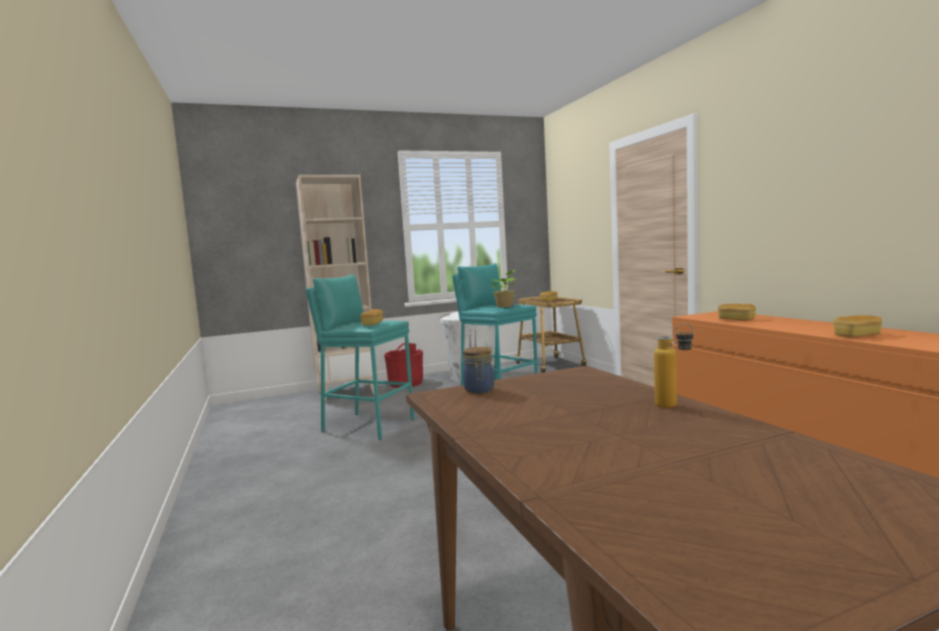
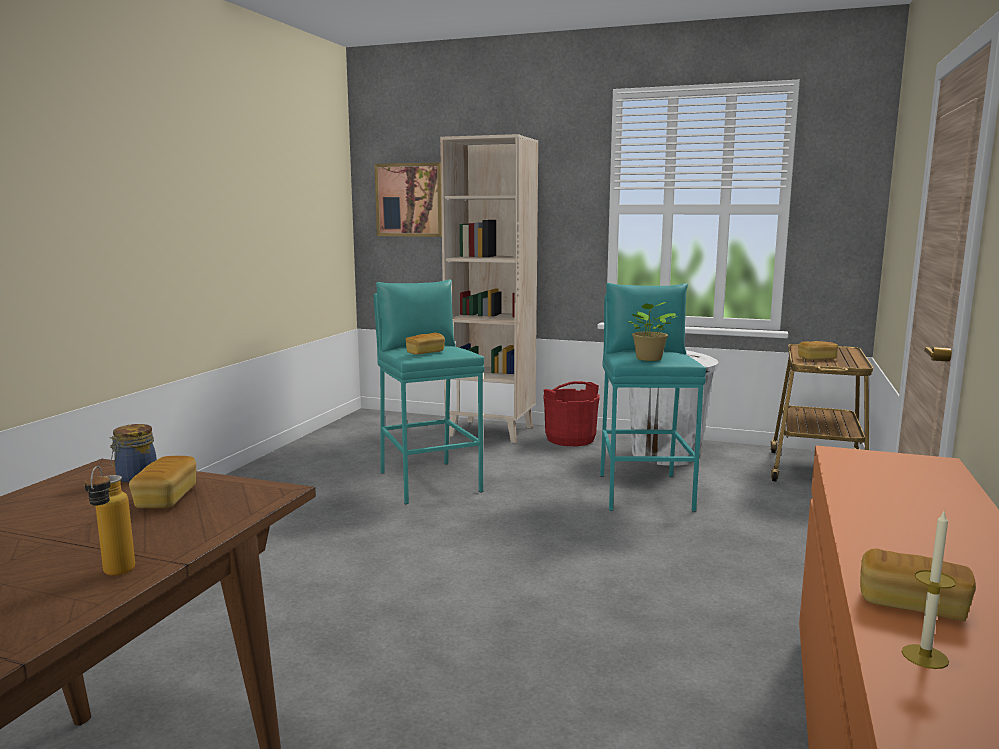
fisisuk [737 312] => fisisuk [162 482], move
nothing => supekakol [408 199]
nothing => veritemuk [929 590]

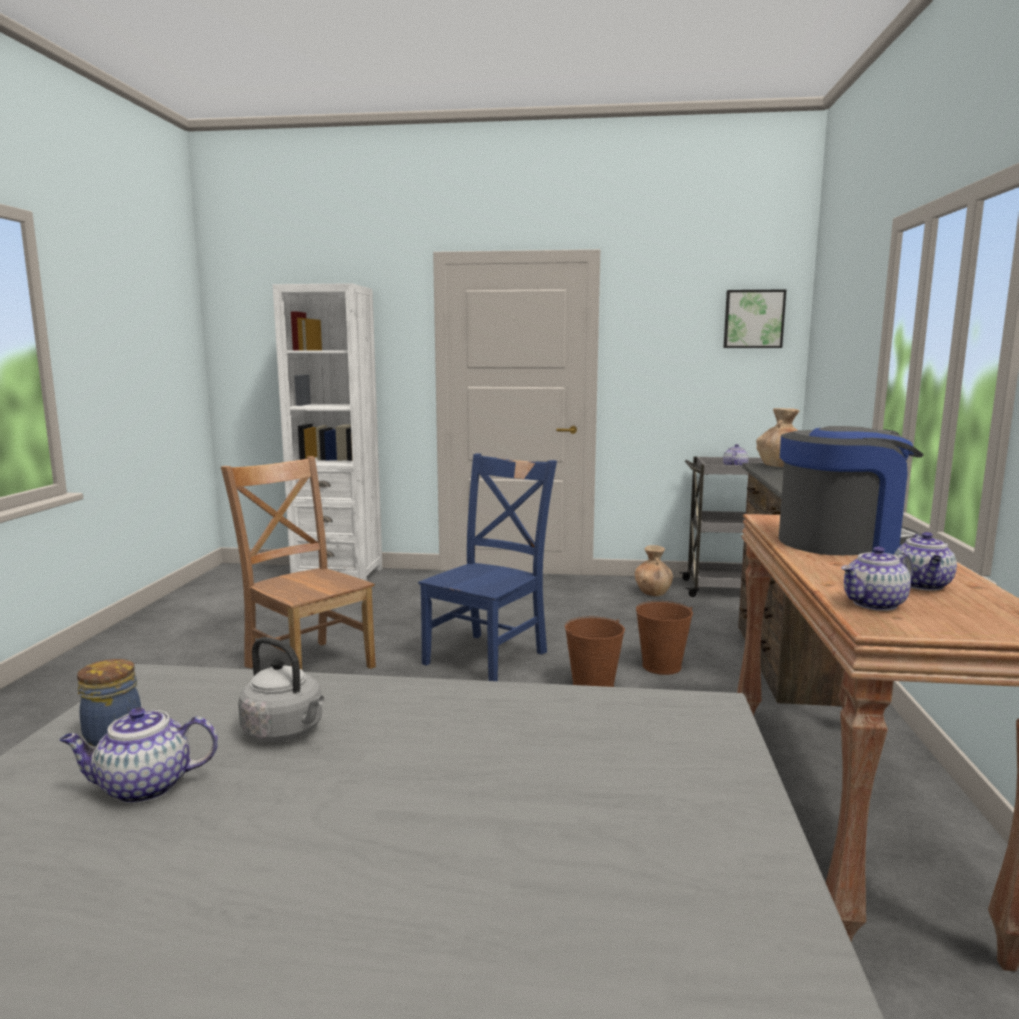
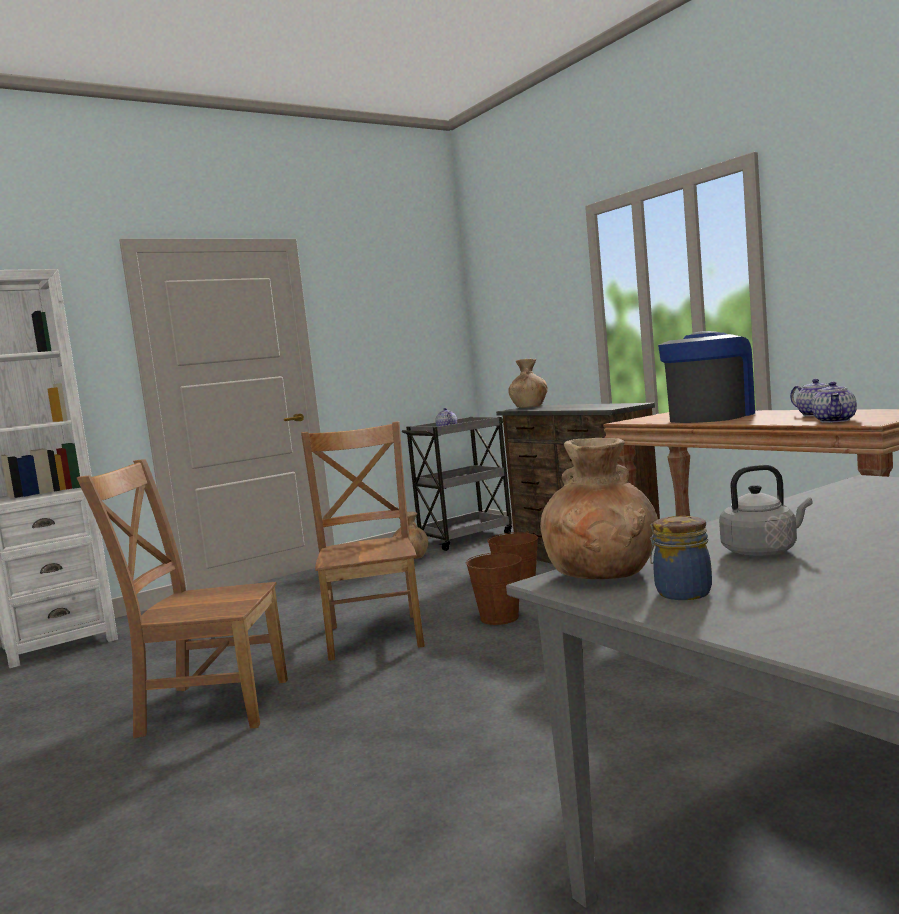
supekakol [755 318] => nothing
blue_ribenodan [487 567] => brown_ribenodan [363 541]
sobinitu [138 755] => nothing
nothing => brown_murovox [599 508]

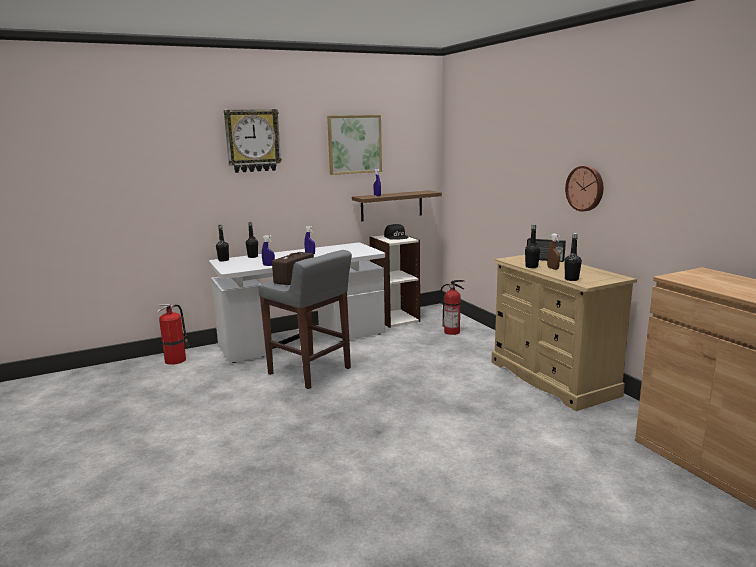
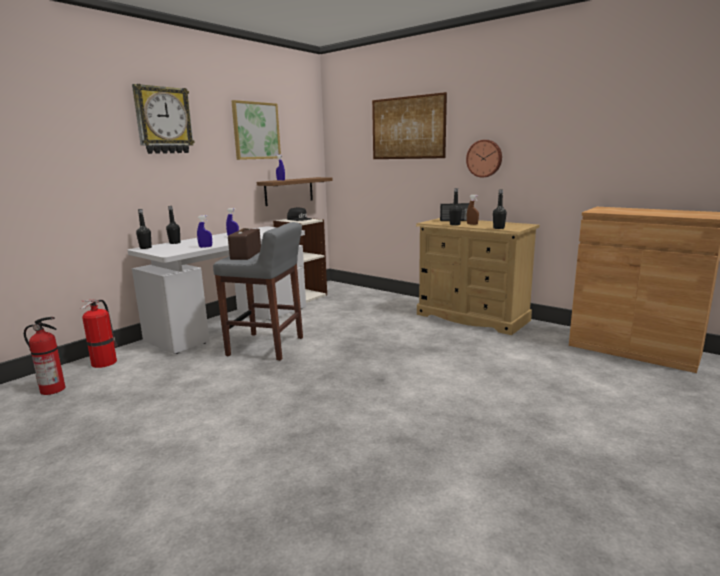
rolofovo [453 307] => rolofovo [44 356], move
nothing => supekakol [409 125]

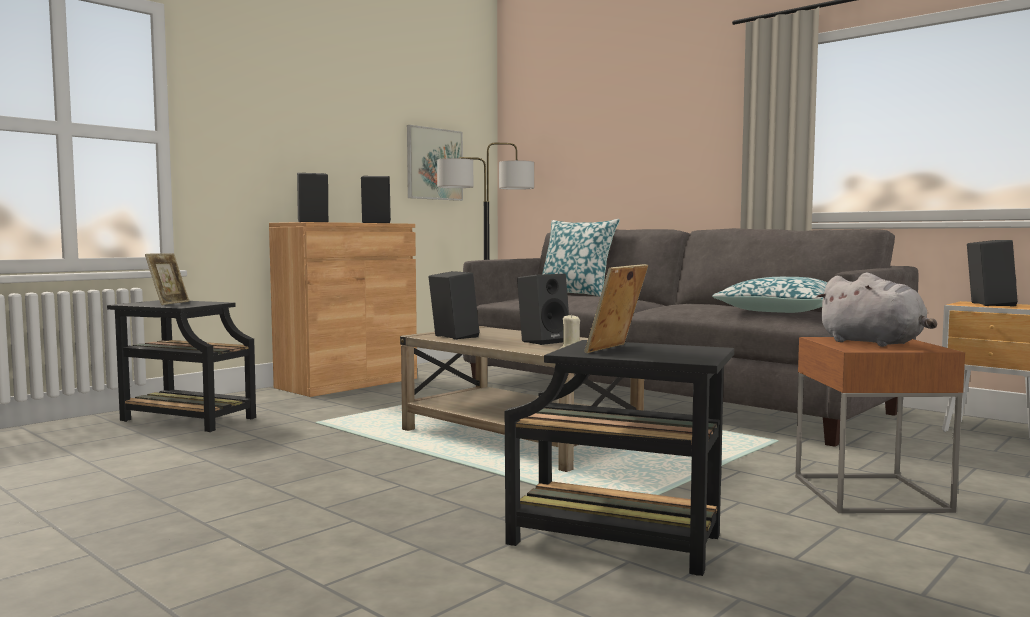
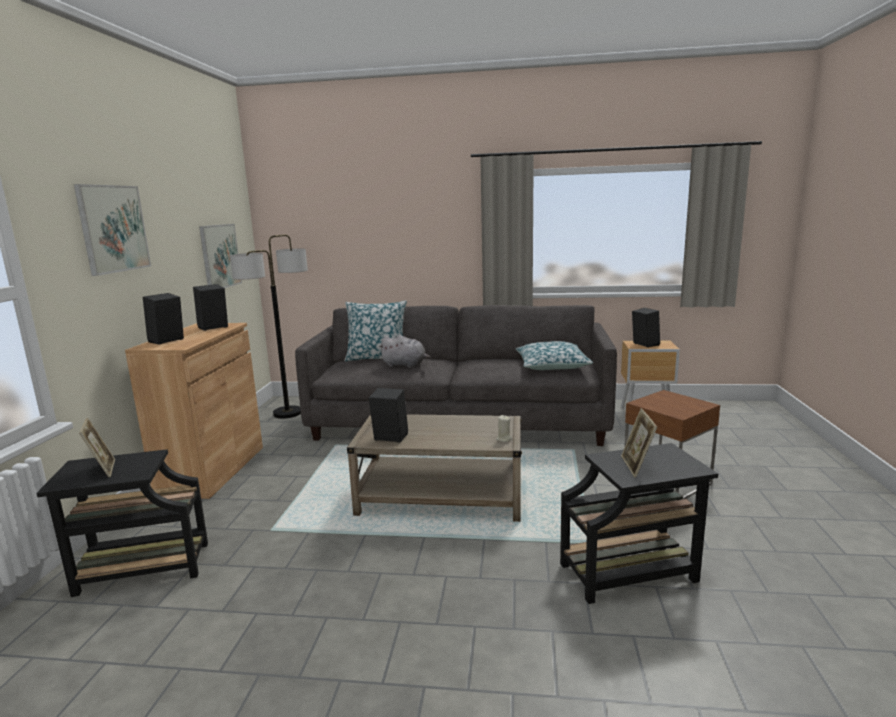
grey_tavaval [876 310] => grey_tavaval [404 351], move
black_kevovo [543 309] => nothing
nothing => supekakol [112 230]

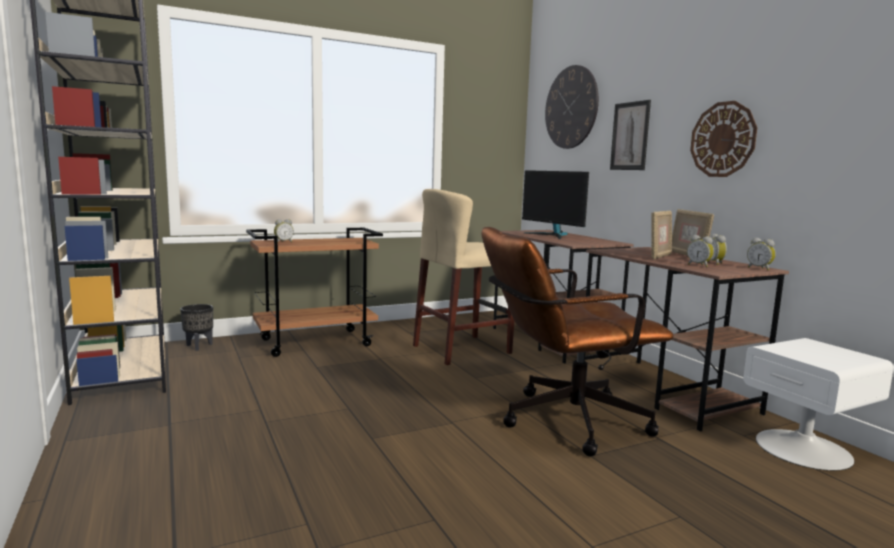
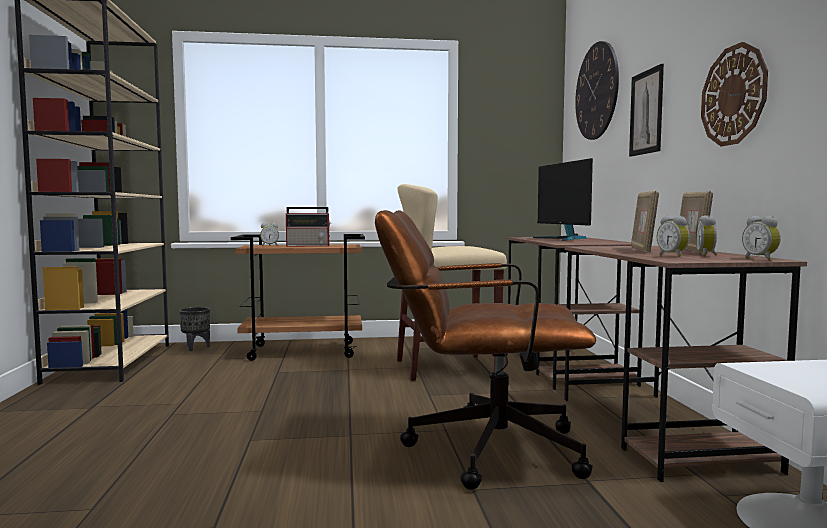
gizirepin [661 235] => gizirepin [645 221], 135 degrees clockwise
nothing => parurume [308 226]

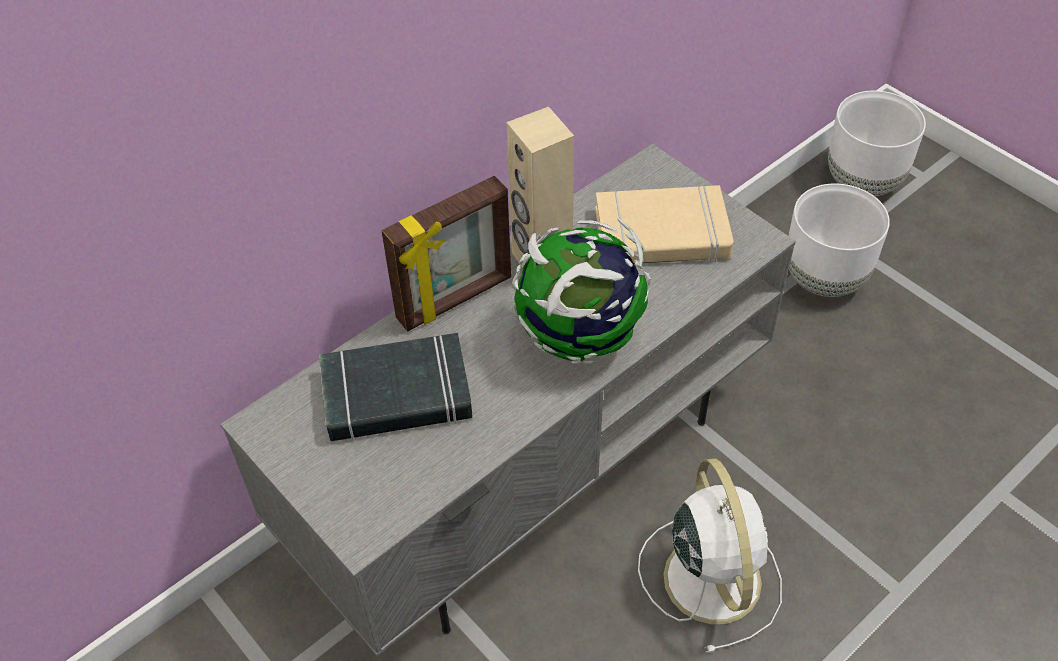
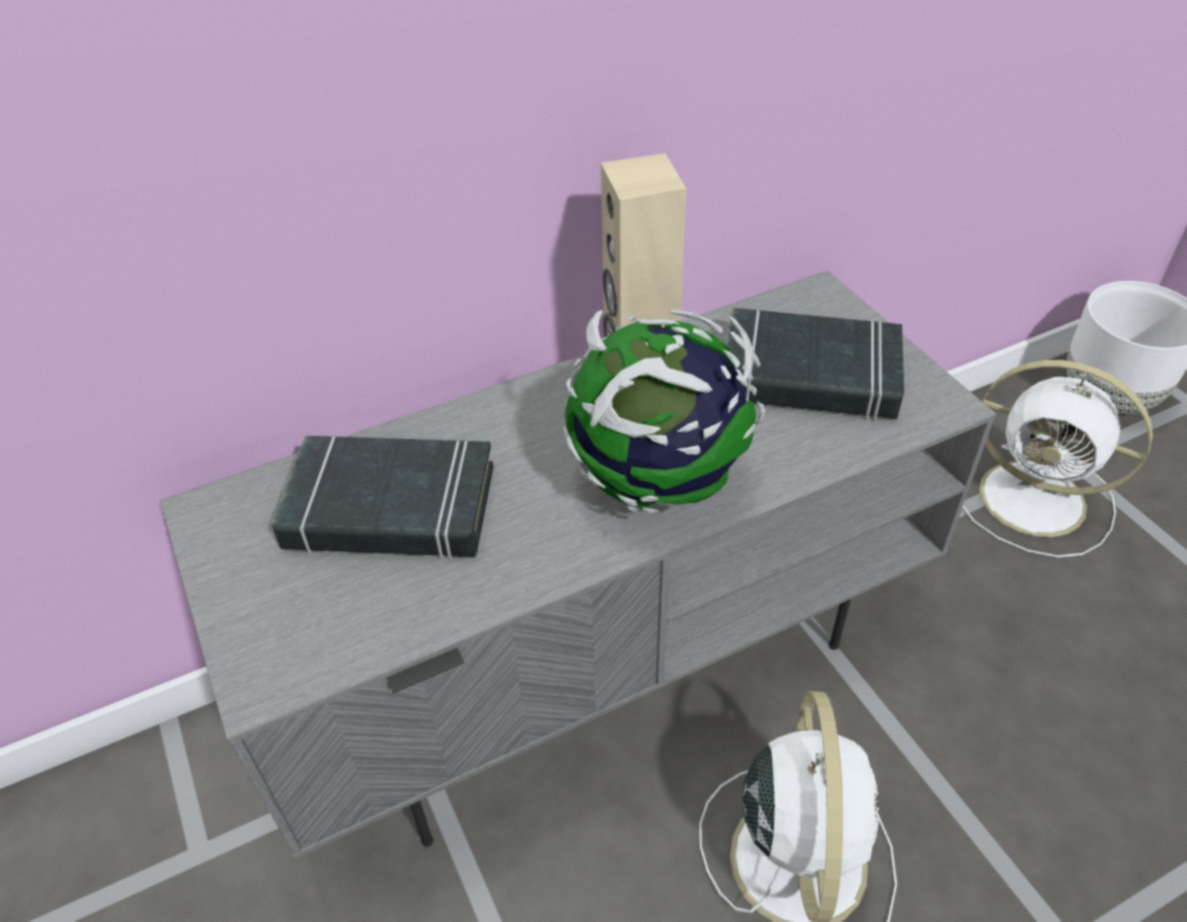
gizirepin [446 254] => nothing
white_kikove [839 240] => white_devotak [1057 459]
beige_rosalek [664 224] => black_rosalek [815 364]

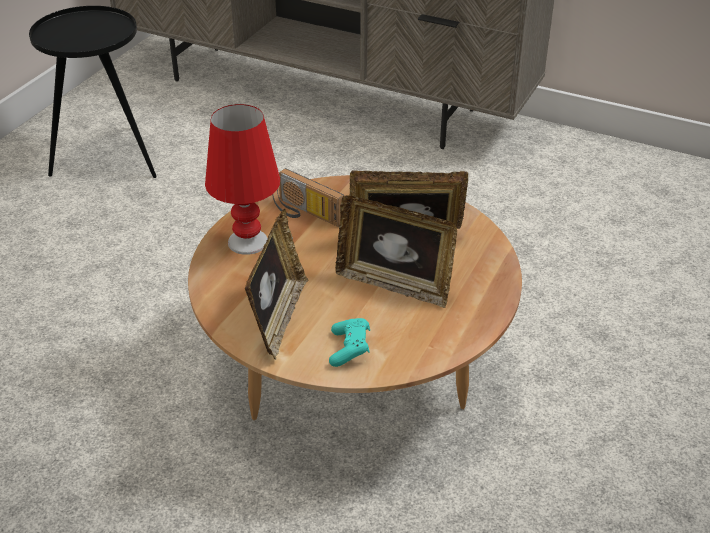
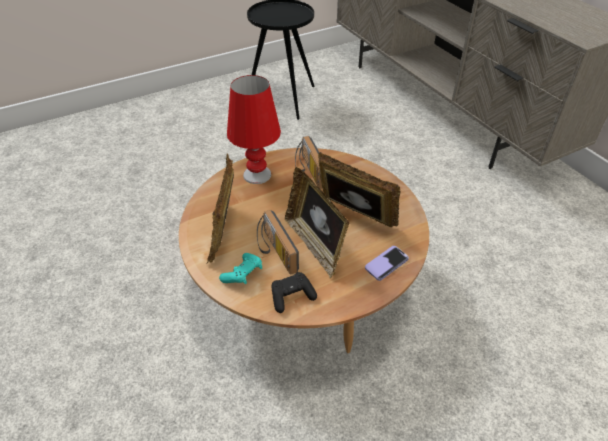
gizirepin [276 284] => gizirepin [220 209], 135 degrees clockwise
nothing => parurume [278 242]
nothing => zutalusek [387 263]
nothing => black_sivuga [294 292]

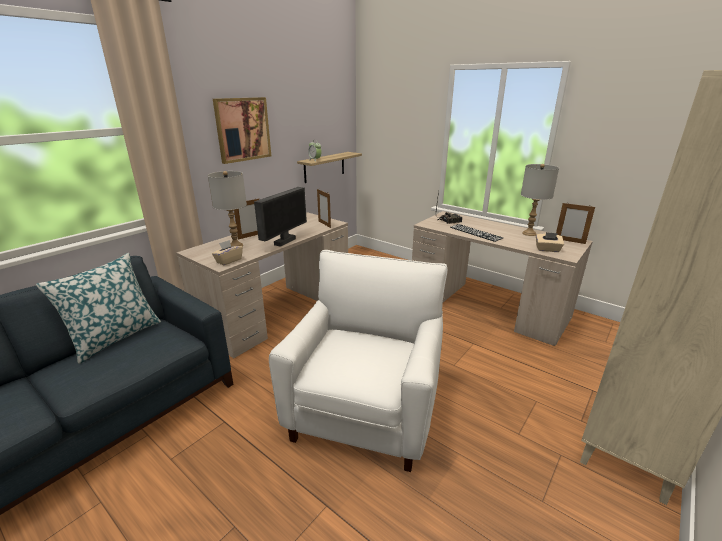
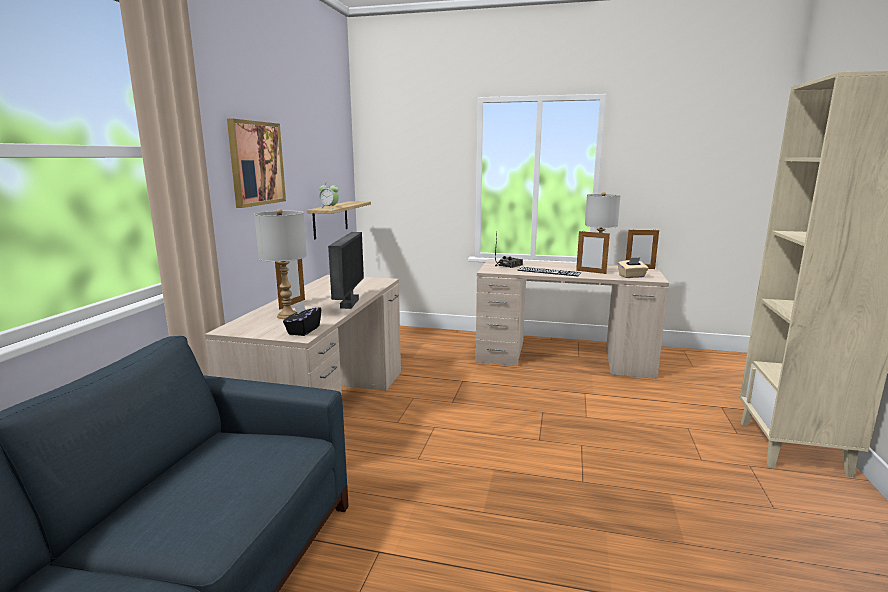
gizirepin [324 208] => gizirepin [593 252], move
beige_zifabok [227 253] => black_zifabok [302 318]
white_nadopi [358 361] => nothing
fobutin [98 308] => nothing

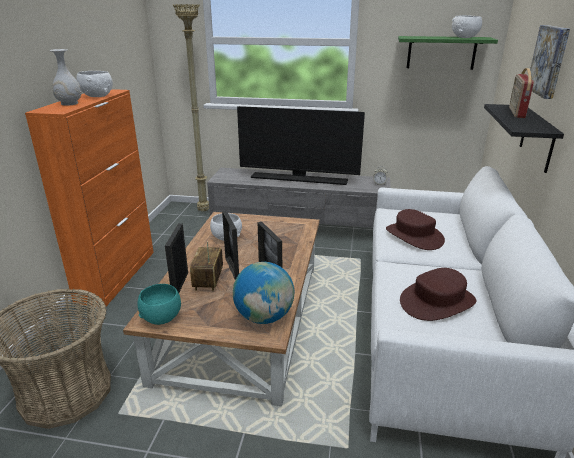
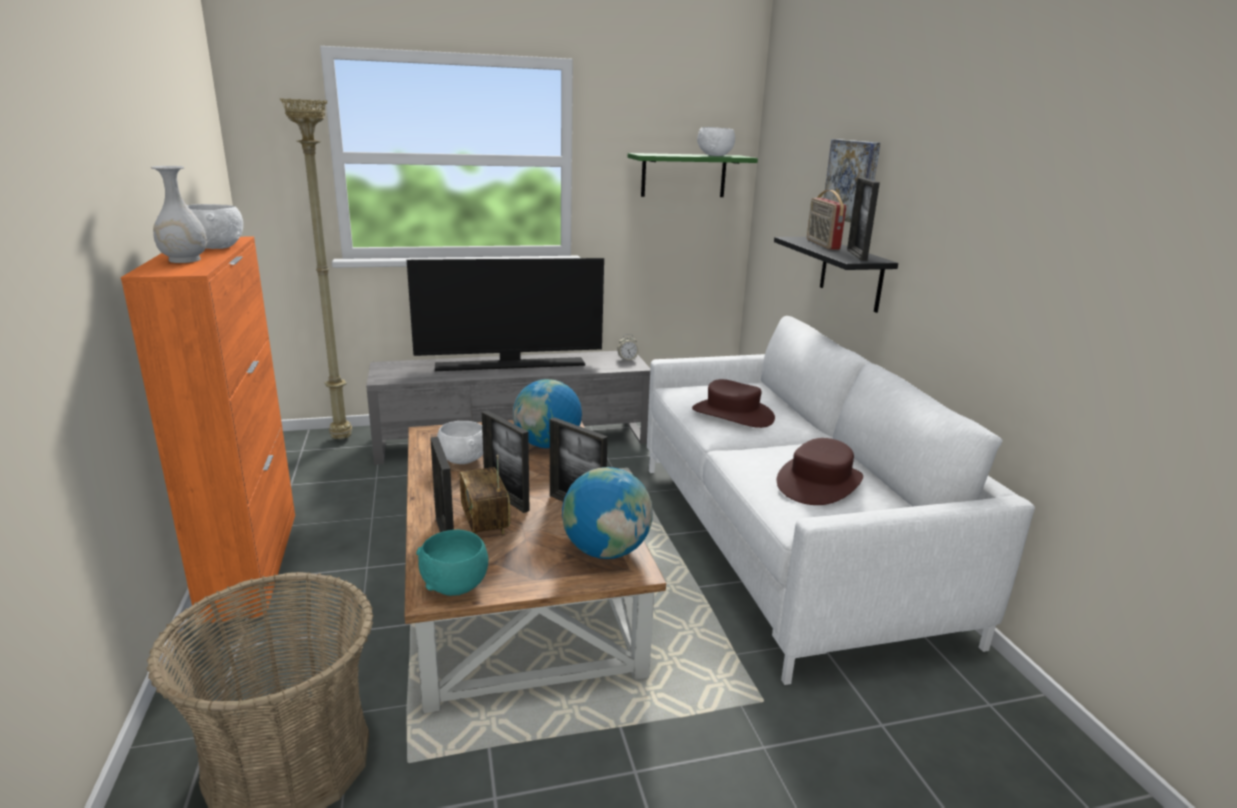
nothing => gizirepin [863 219]
nothing => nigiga [547 413]

